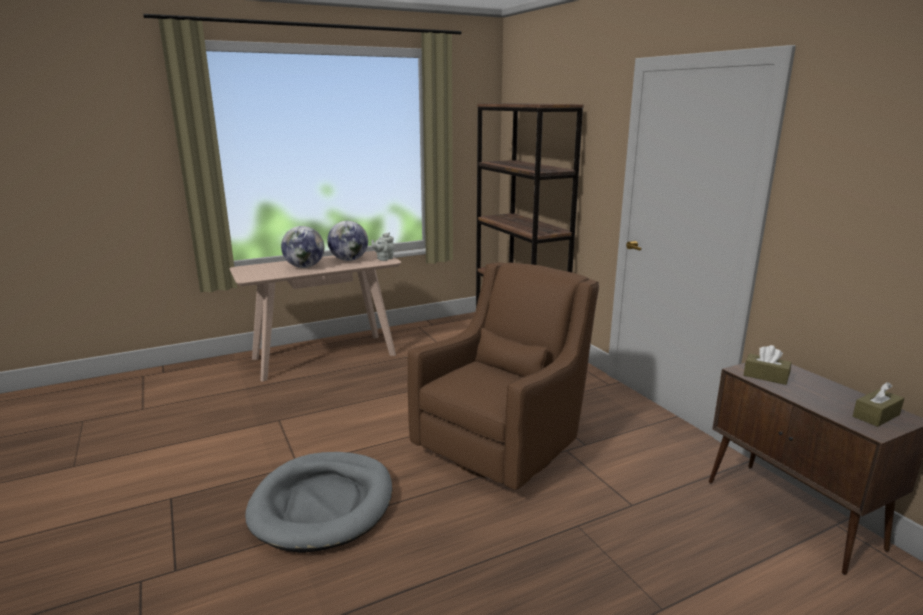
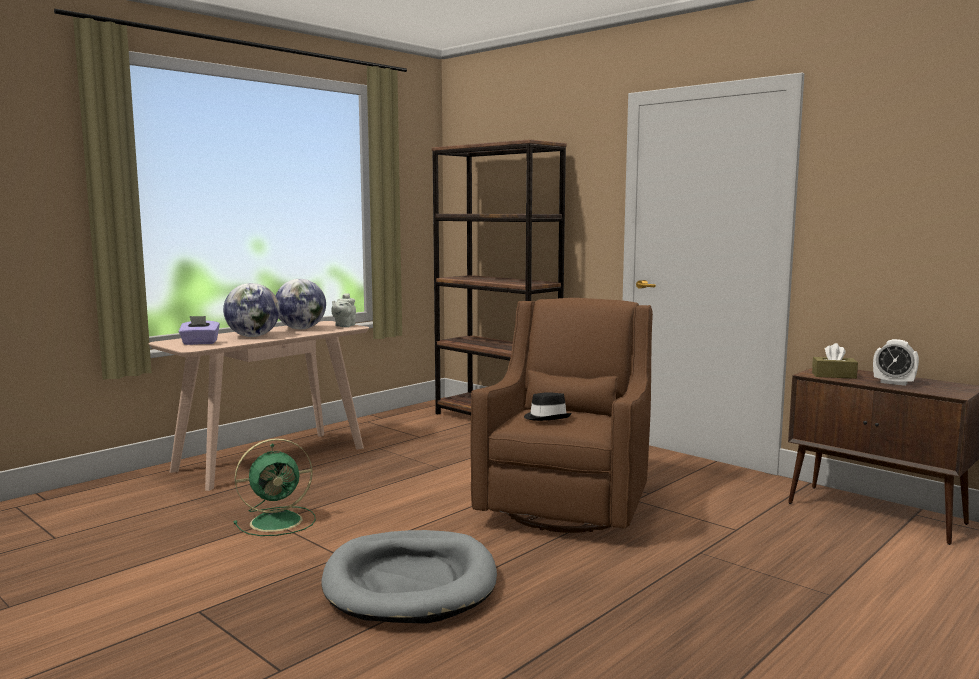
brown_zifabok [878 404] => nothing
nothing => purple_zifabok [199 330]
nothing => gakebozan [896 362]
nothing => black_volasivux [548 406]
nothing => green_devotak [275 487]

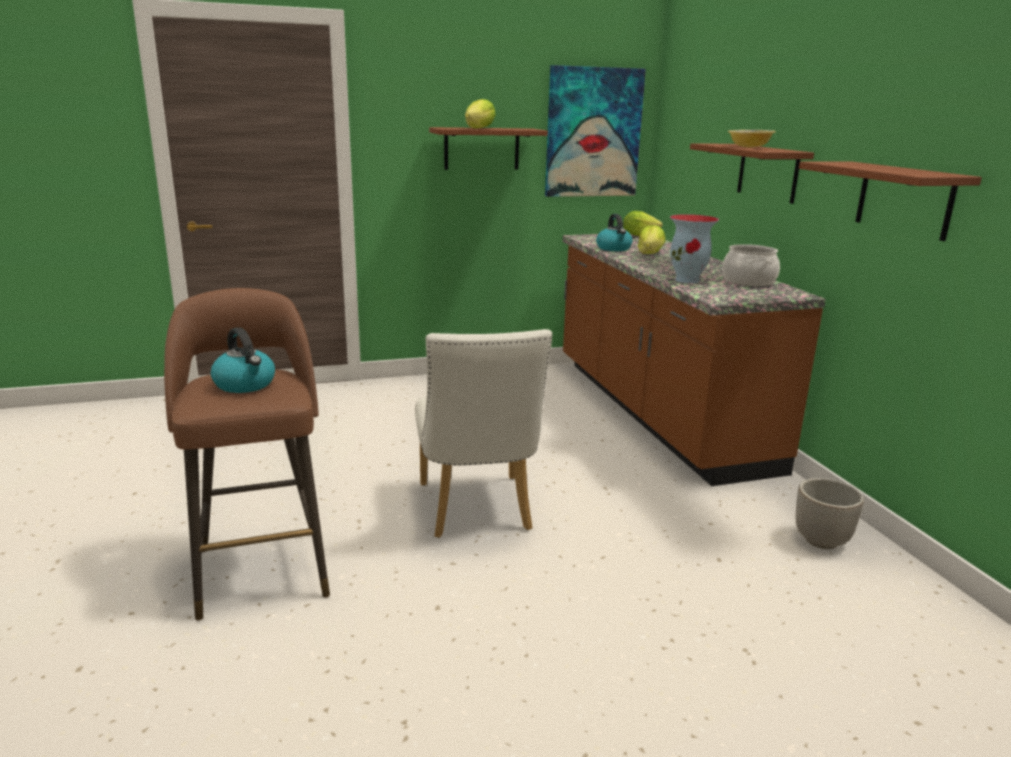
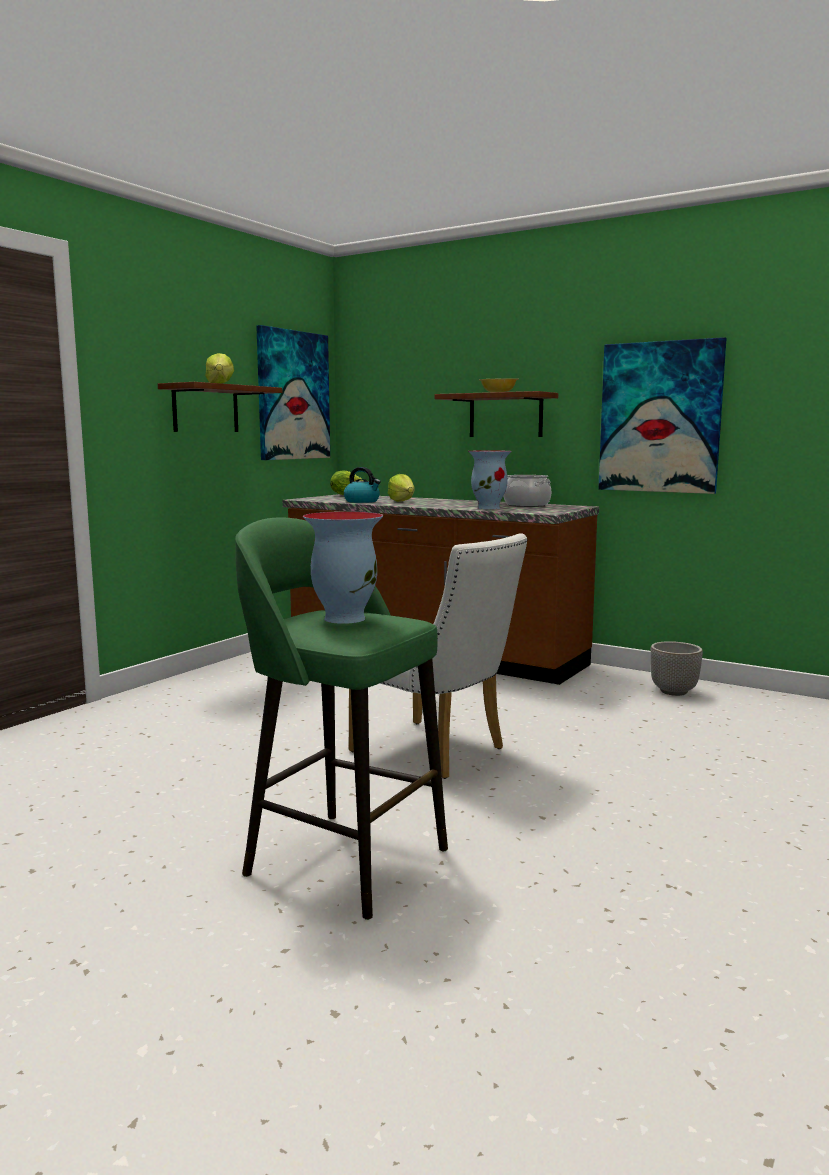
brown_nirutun [890 201] => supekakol [662 415]
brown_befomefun [247 454] => green_befomefun [341 718]
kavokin [243 360] => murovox [343 568]

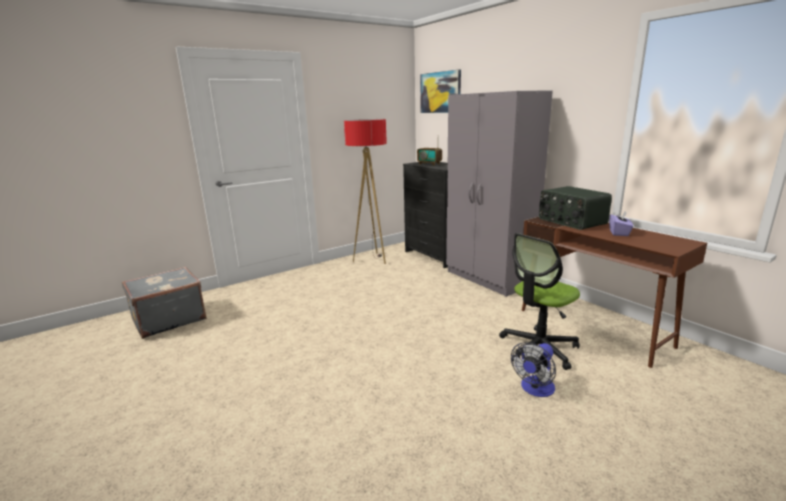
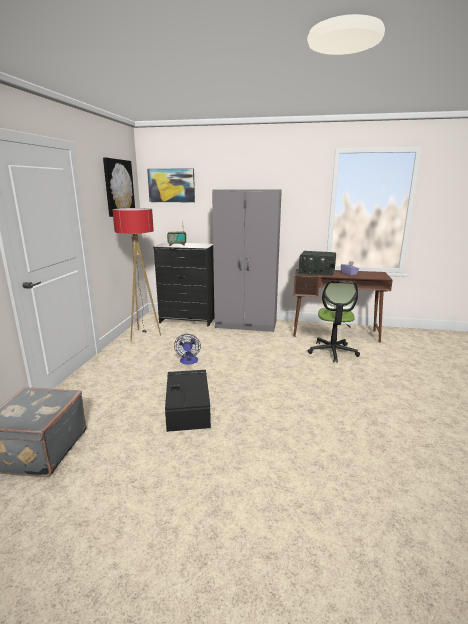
devotak [533 369] => devotak [187 349], move
nothing => supekakol [119 187]
nothing => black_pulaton [188 401]

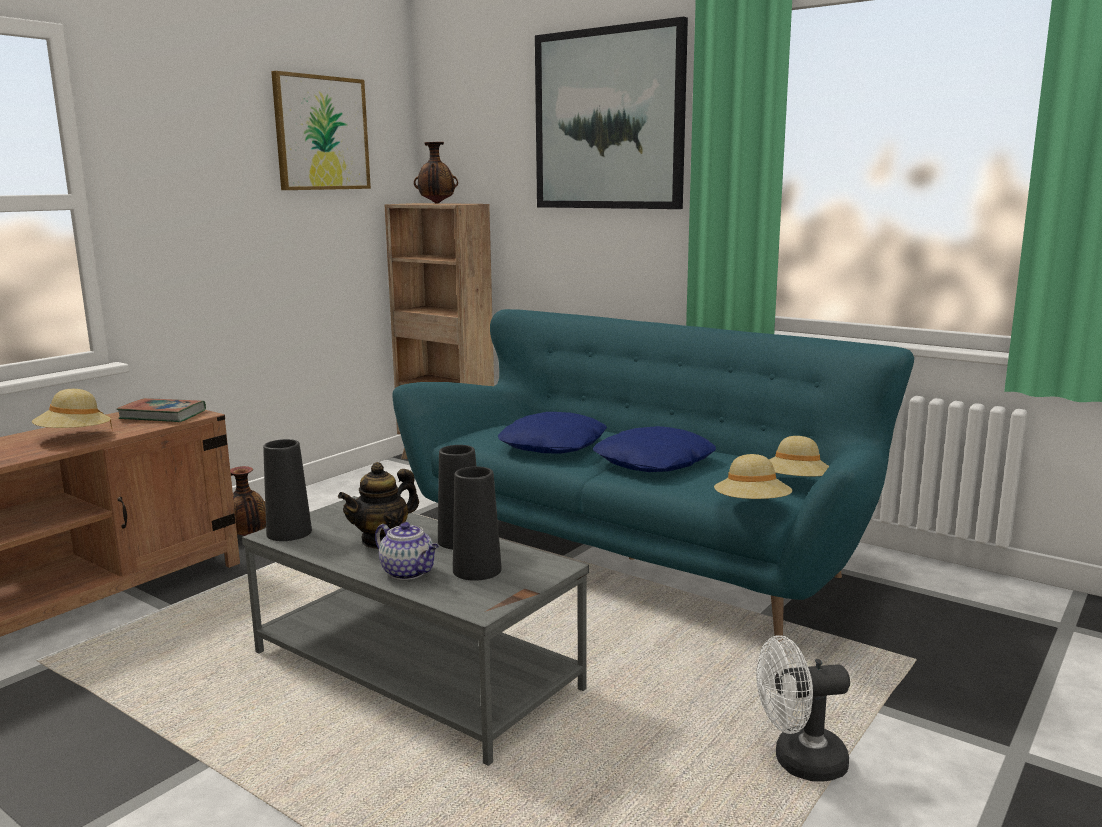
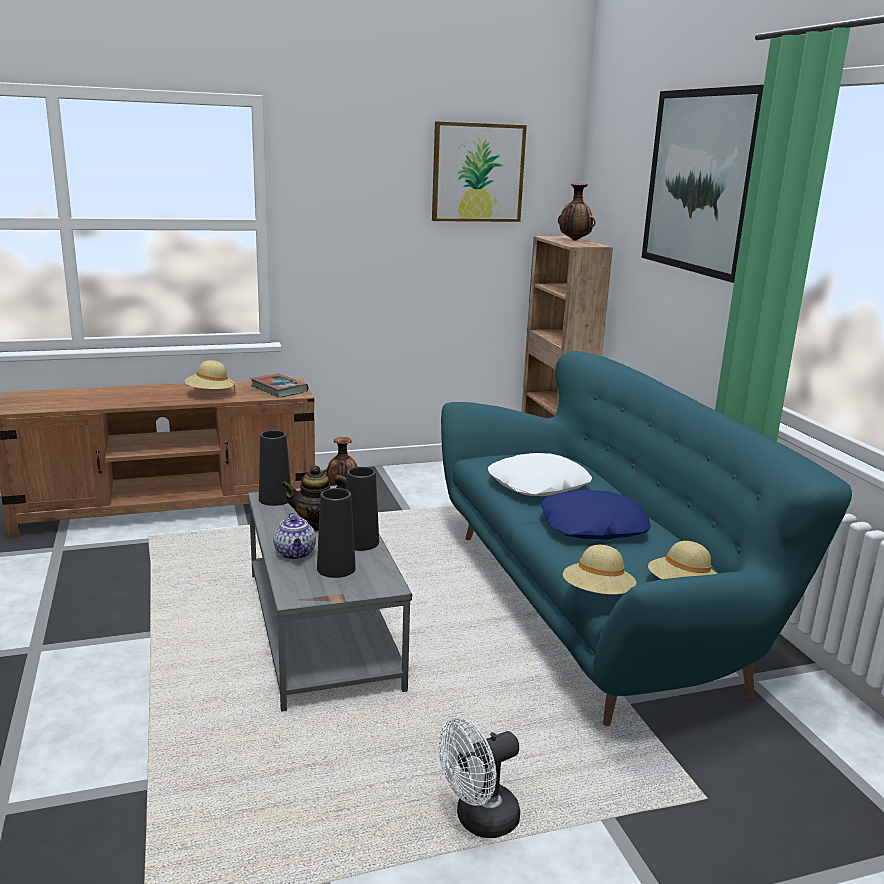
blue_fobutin [552 433] => white_fobutin [540 474]
white_devotak [803 708] => white_devotak [479 778], 60 degrees counterclockwise

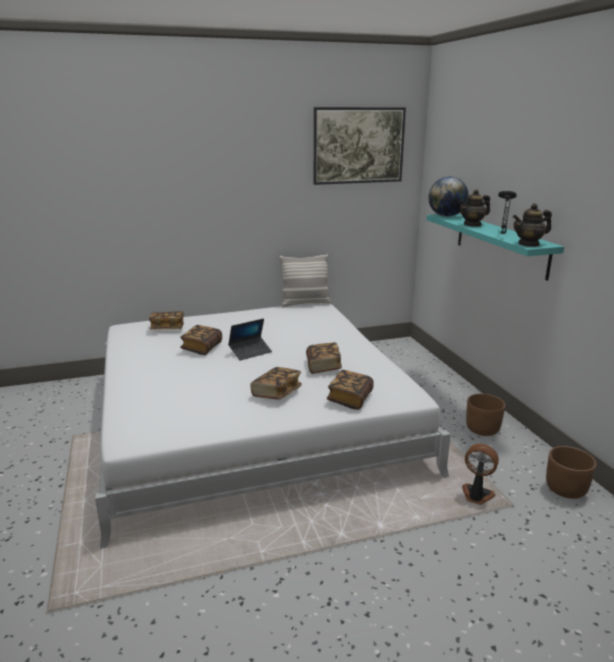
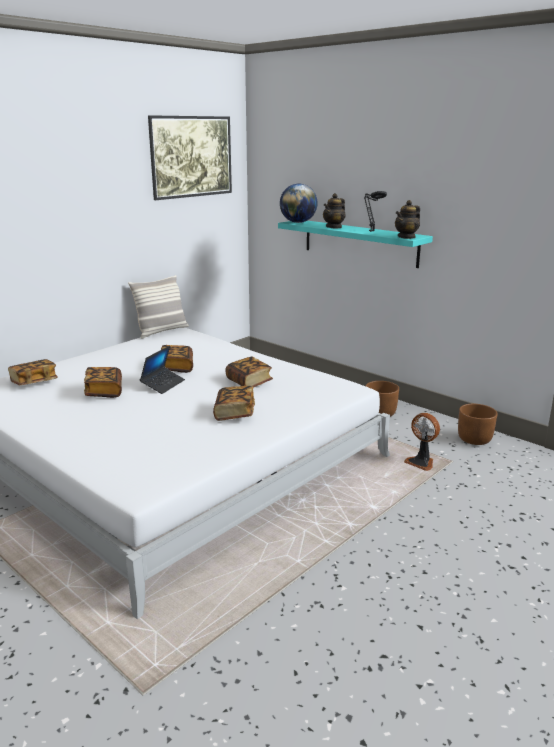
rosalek [350 390] => rosalek [177 359], move
devotak [480 474] => devotak [422 442], 135 degrees counterclockwise

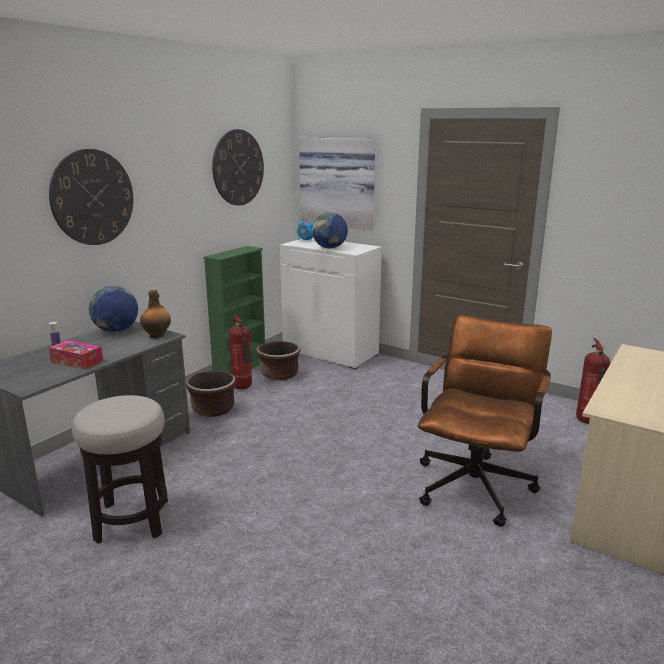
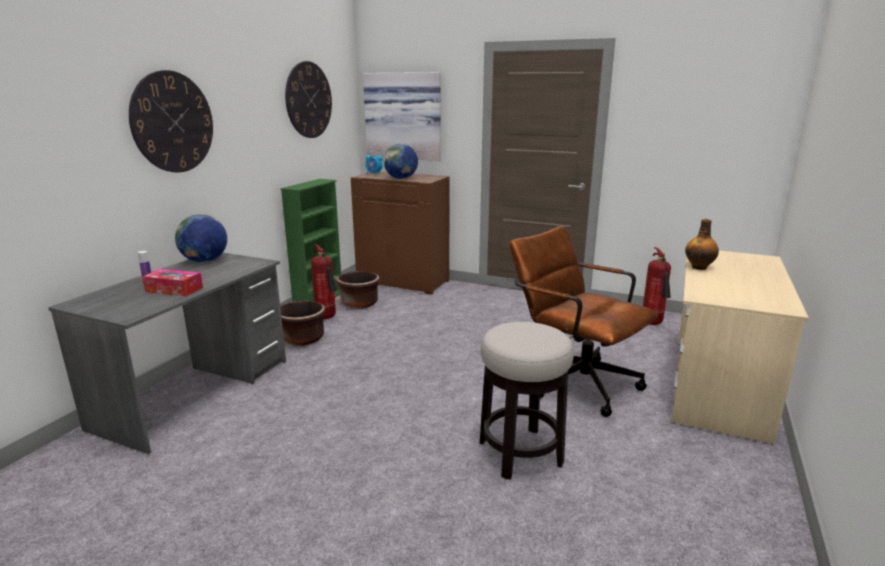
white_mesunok [331 304] => brown_mesunok [400 233]
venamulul [155 314] => venamulul [702 244], move
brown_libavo [485 420] => brown_libavo [584 321], 60 degrees counterclockwise
befomefun [120 469] => befomefun [527 401], move

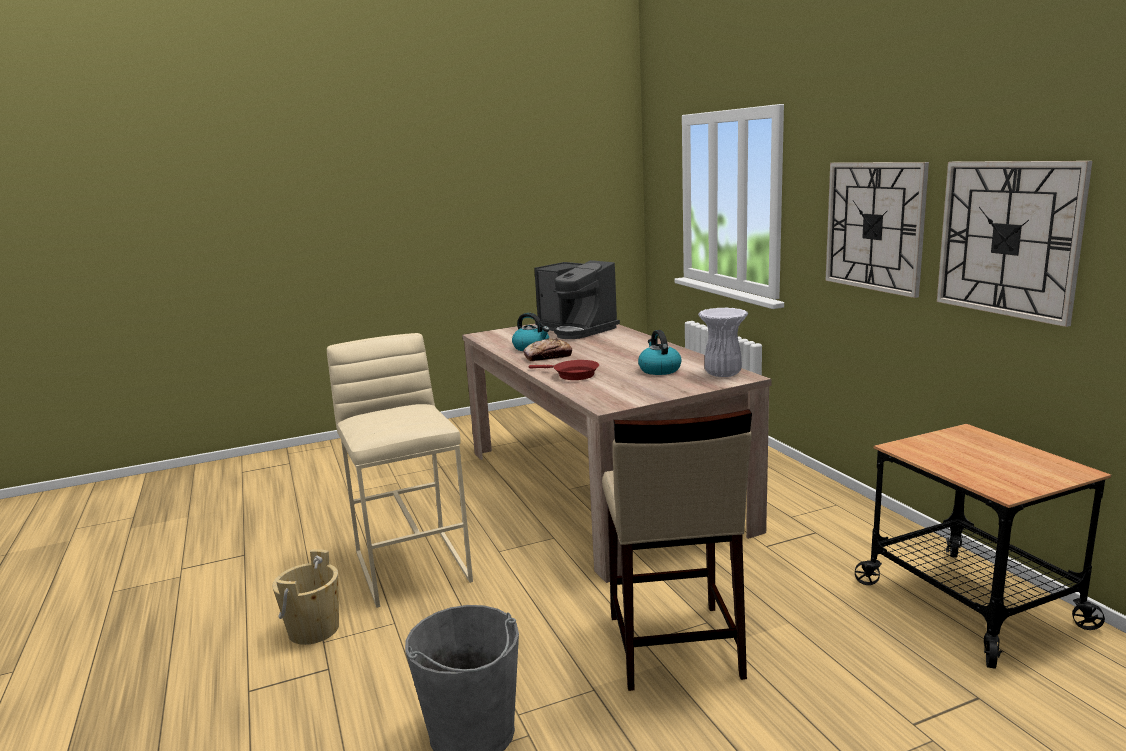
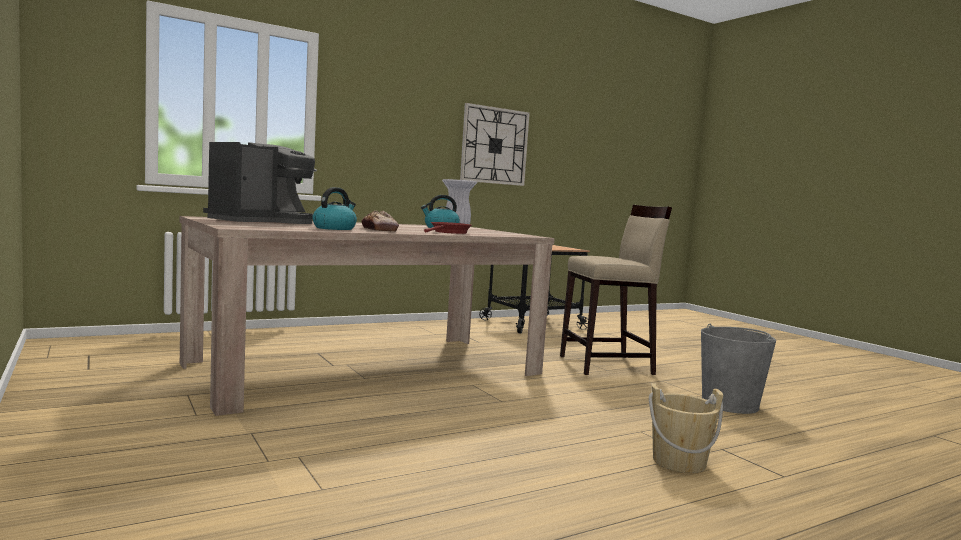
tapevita [877 230] => nothing
beige_befomefun [400 470] => nothing

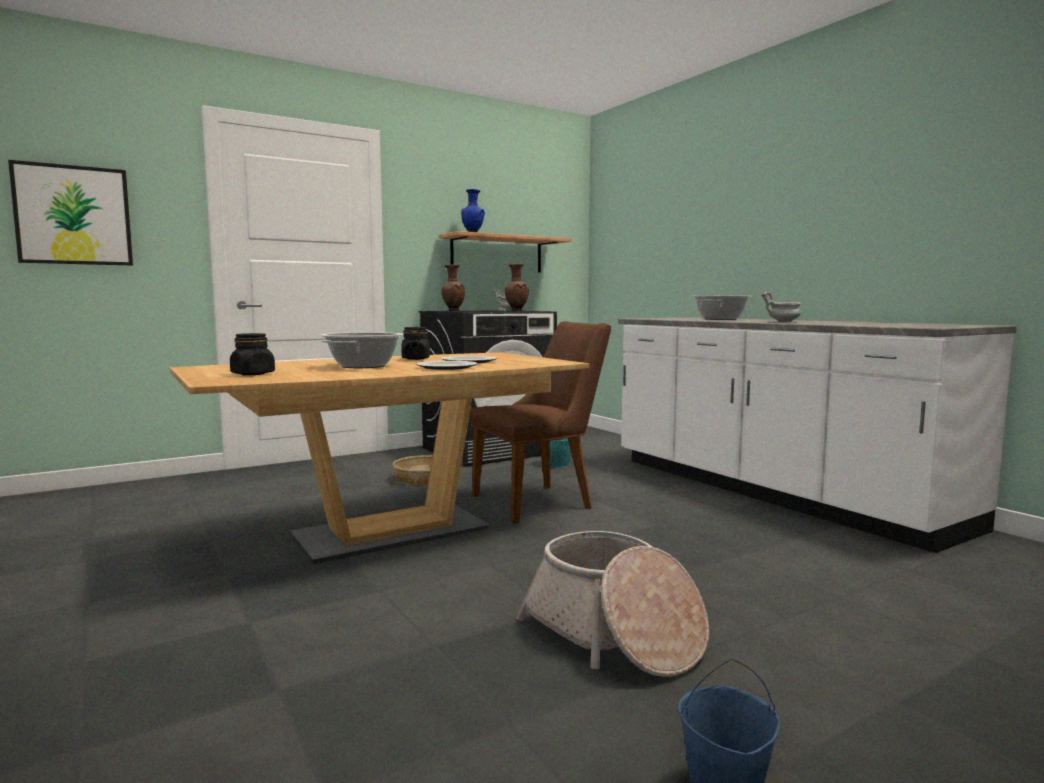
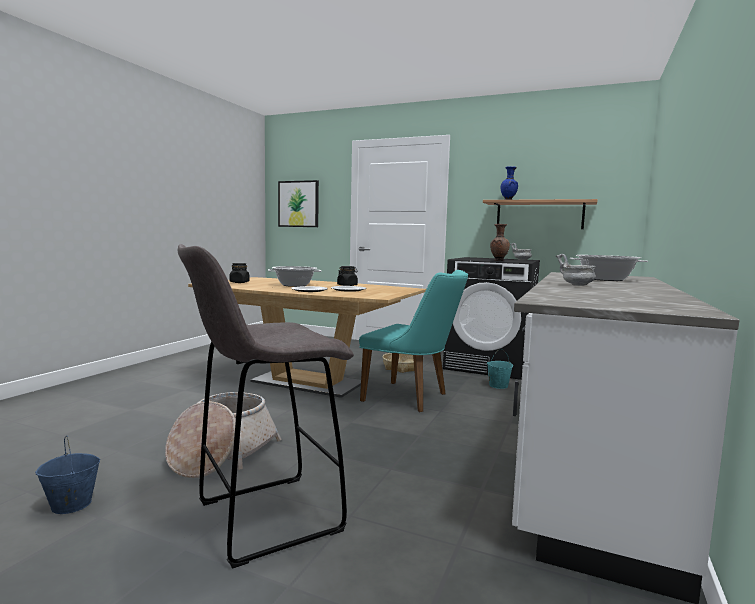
brown_murovox [453 287] => nothing
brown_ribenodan [540 422] => turquoise_ribenodan [413 341]
nothing => grey_befomefun [266 406]

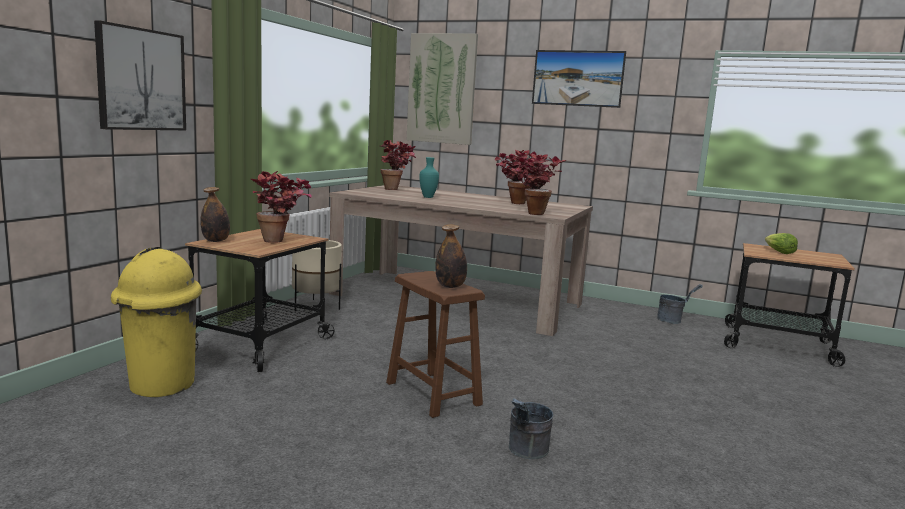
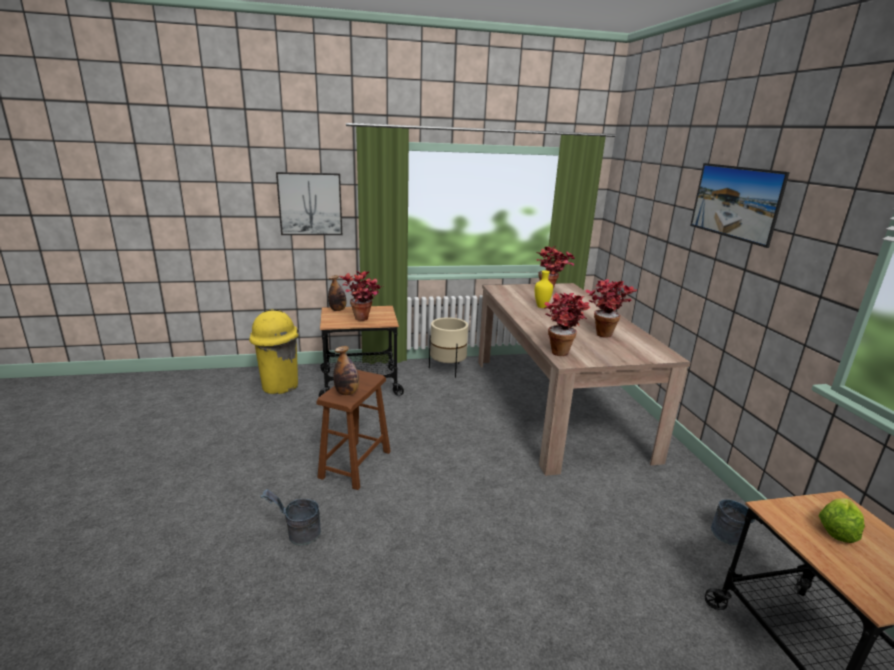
supekakol [442 89] => nothing
turquoise_murovox [429 177] => yellow_murovox [544 289]

